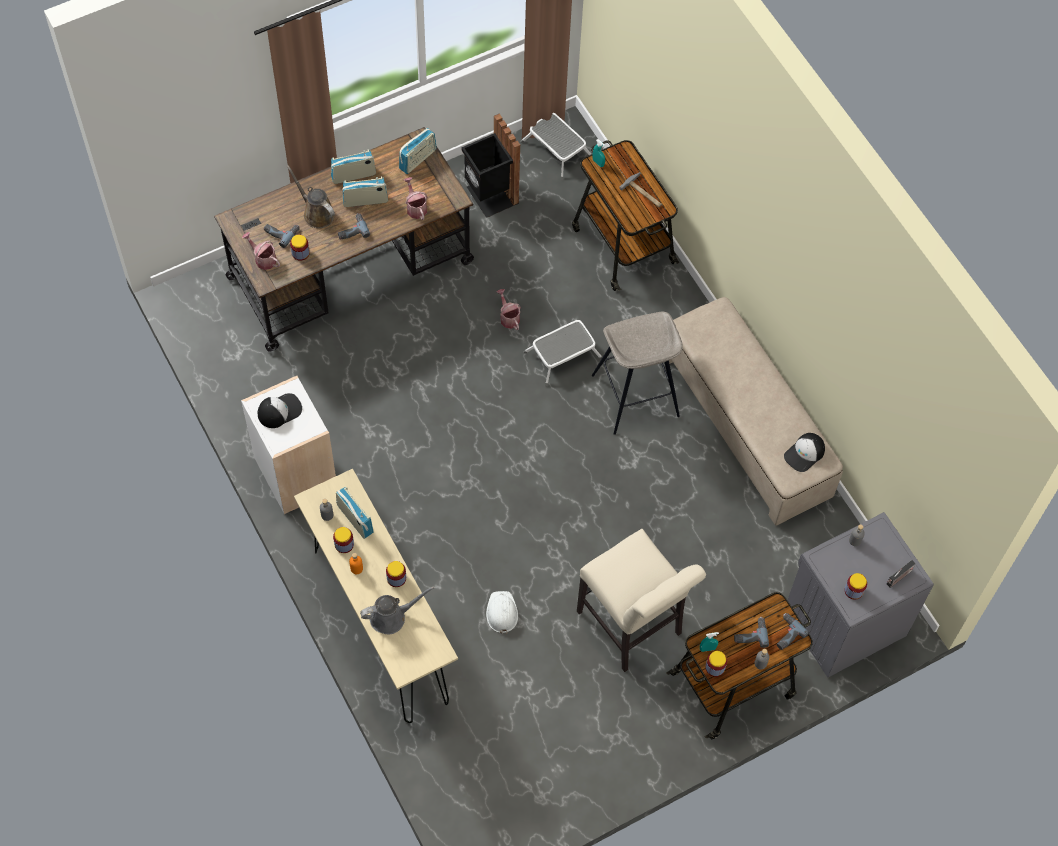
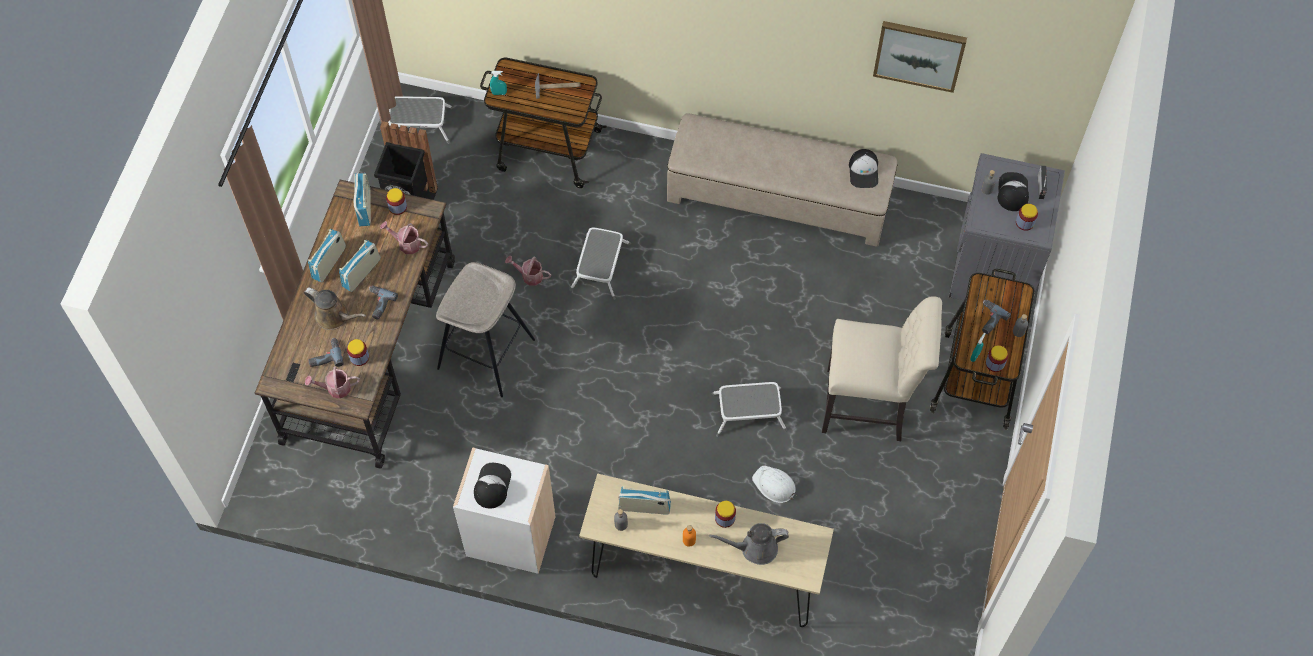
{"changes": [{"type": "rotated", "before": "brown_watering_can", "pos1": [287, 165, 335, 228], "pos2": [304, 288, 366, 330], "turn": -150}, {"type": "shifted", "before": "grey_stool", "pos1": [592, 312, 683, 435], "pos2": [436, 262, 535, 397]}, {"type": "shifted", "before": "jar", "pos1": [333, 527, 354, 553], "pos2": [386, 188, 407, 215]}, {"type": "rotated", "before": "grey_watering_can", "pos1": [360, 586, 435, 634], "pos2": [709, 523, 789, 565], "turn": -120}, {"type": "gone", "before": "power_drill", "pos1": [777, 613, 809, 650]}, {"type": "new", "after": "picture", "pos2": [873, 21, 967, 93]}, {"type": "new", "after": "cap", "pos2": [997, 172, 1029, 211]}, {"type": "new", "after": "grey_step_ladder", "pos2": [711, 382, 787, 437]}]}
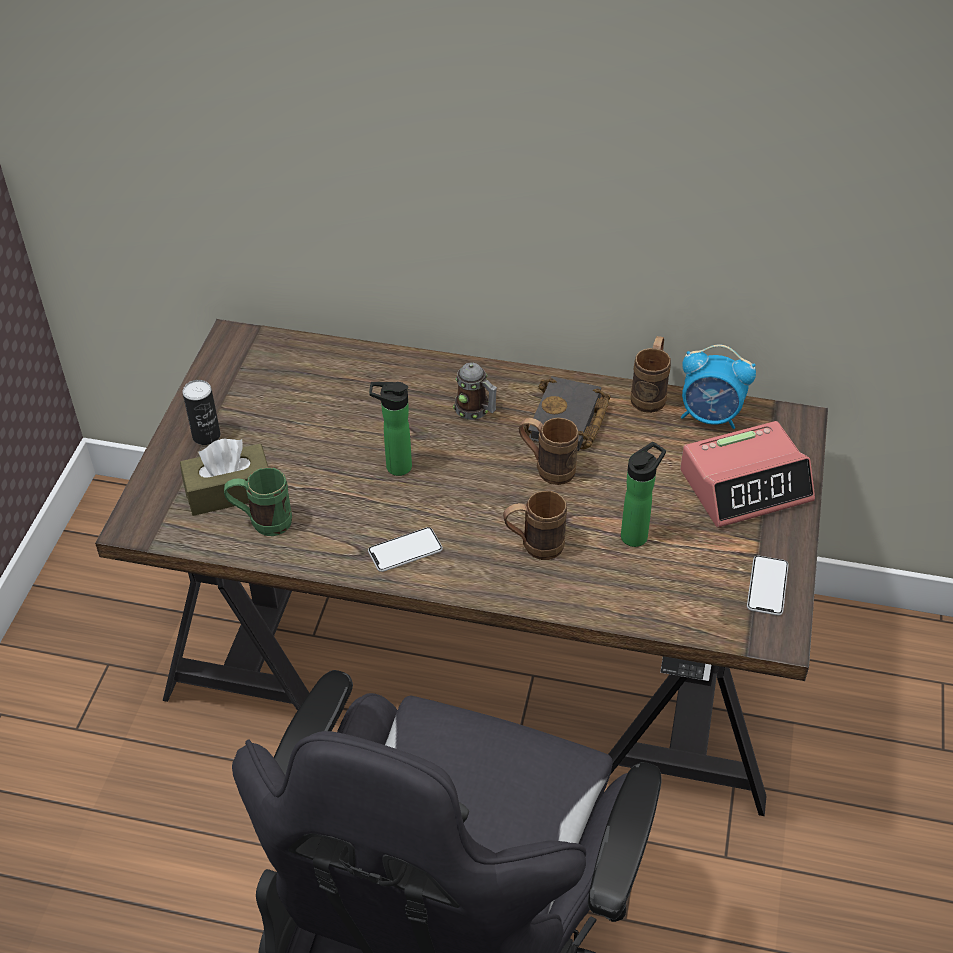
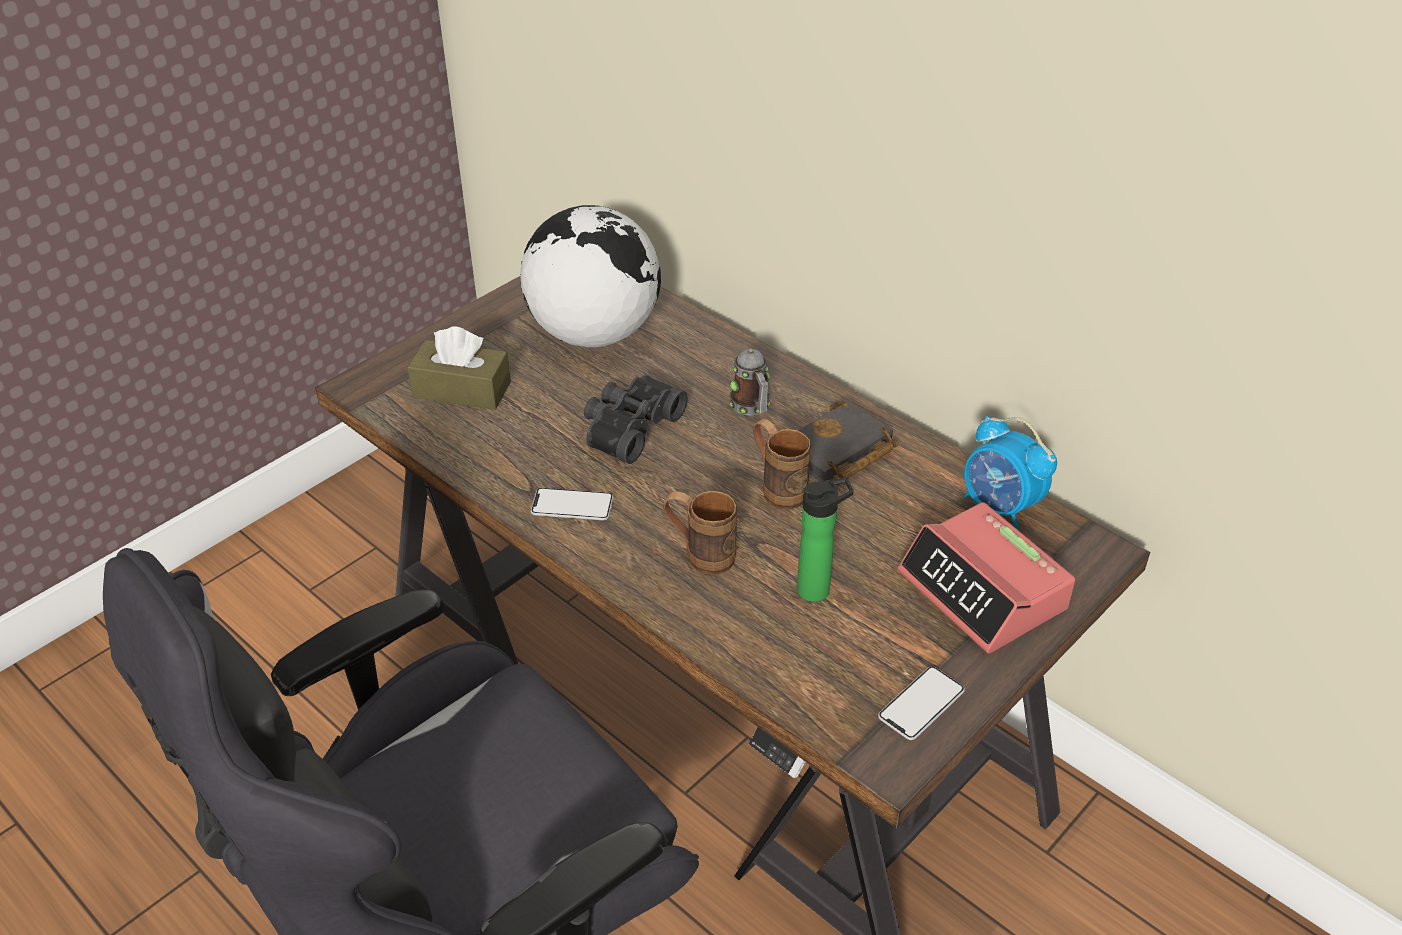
{"changes": [{"type": "gone", "before": "brown_mug", "pos1": [630, 336, 671, 413]}, {"type": "gone", "before": "can", "pos1": [182, 380, 220, 445]}, {"type": "swapped", "before": "bottle", "after": "black_binoculars", "pos1": [369, 382, 412, 476], "pos2": [584, 375, 688, 464]}, {"type": "rotated", "before": "alarm_clock", "pos1": [680, 421, 815, 528], "pos2": [898, 502, 1075, 653], "turn": 45}, {"type": "gone", "before": "green_mug", "pos1": [224, 468, 292, 536]}, {"type": "new", "after": "globe", "pos2": [520, 205, 661, 347]}]}
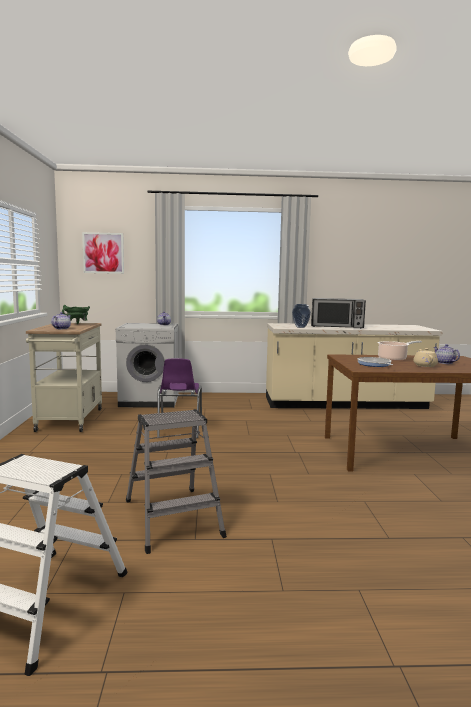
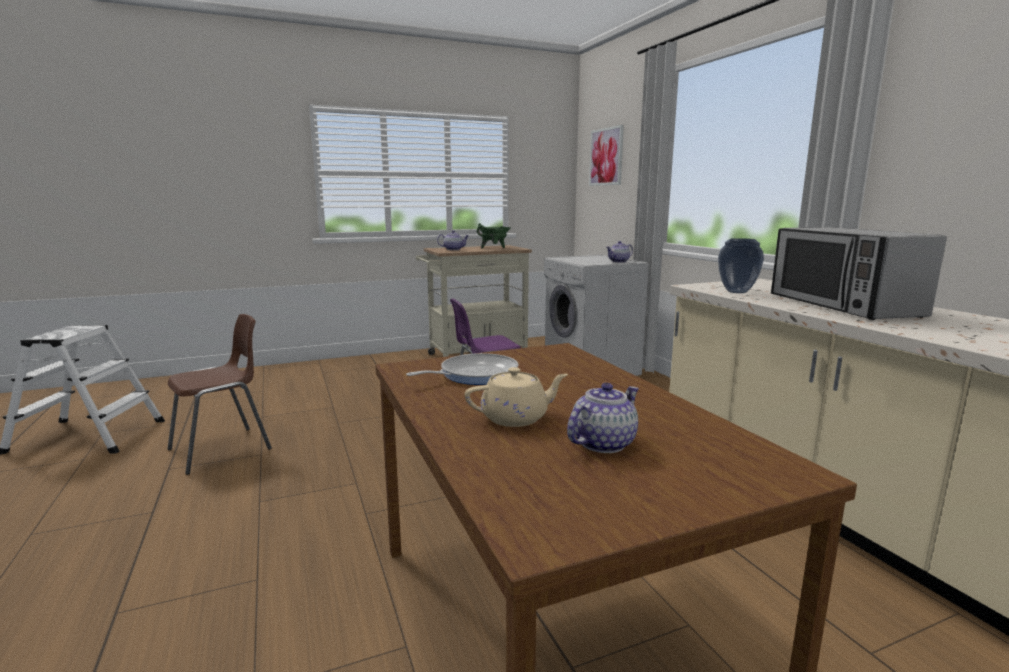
{"changes": [{"type": "gone", "before": "cooking_pot", "pos1": [378, 341, 422, 361]}, {"type": "swapped", "before": "grey_step_ladder", "after": "brown_chair", "pos1": [126, 409, 227, 554], "pos2": [168, 314, 272, 475]}]}
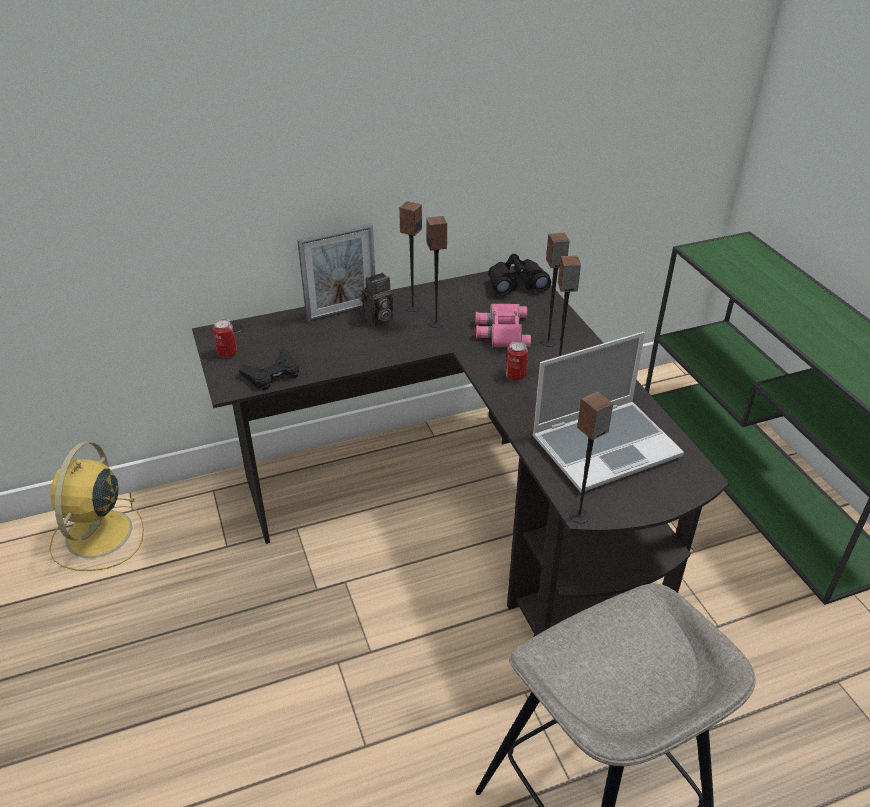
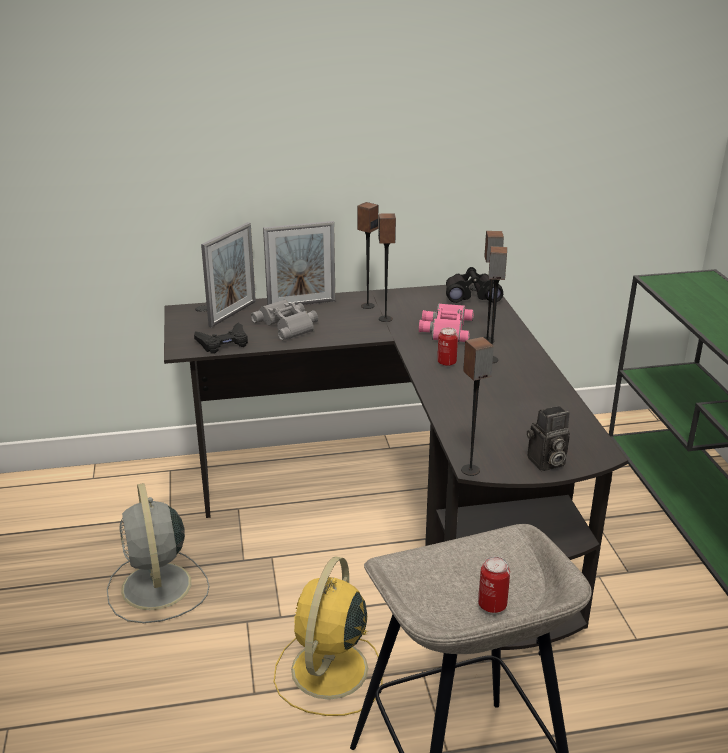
{"changes": [{"type": "shifted", "before": "photo_camera", "pos1": [359, 273, 393, 326], "pos2": [527, 406, 570, 471]}, {"type": "shifted", "before": "can", "pos1": [213, 319, 237, 357], "pos2": [478, 556, 510, 613]}, {"type": "gone", "before": "laptop", "pos1": [532, 332, 684, 493]}, {"type": "shifted", "before": "yellow_fan", "pos1": [49, 442, 144, 571], "pos2": [274, 556, 382, 716]}, {"type": "new", "after": "picture_frame", "pos2": [201, 222, 256, 328]}, {"type": "new", "after": "grey_binoculars", "pos2": [251, 299, 318, 340]}, {"type": "new", "after": "grey_fan", "pos2": [107, 483, 209, 623]}]}
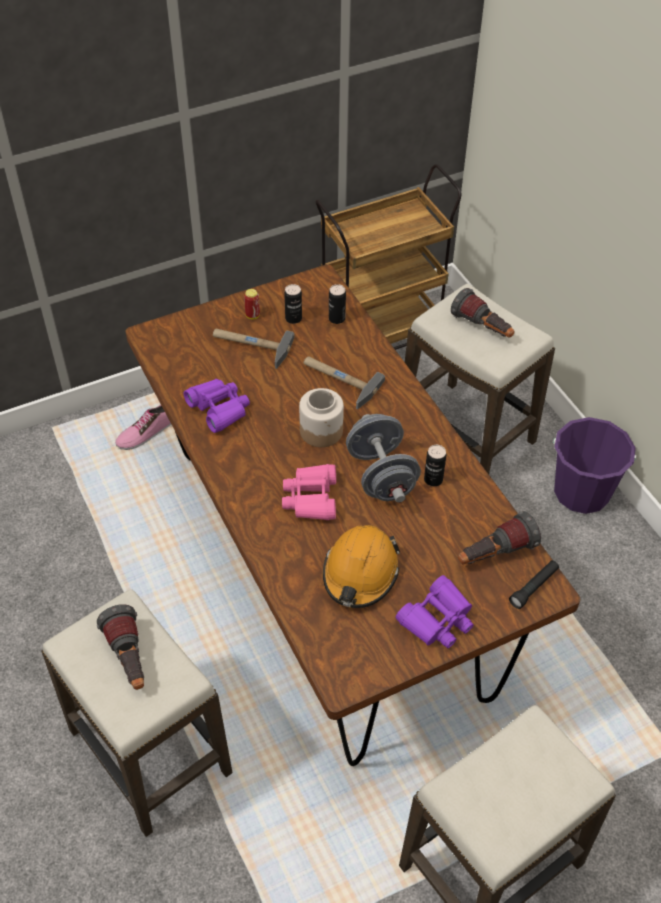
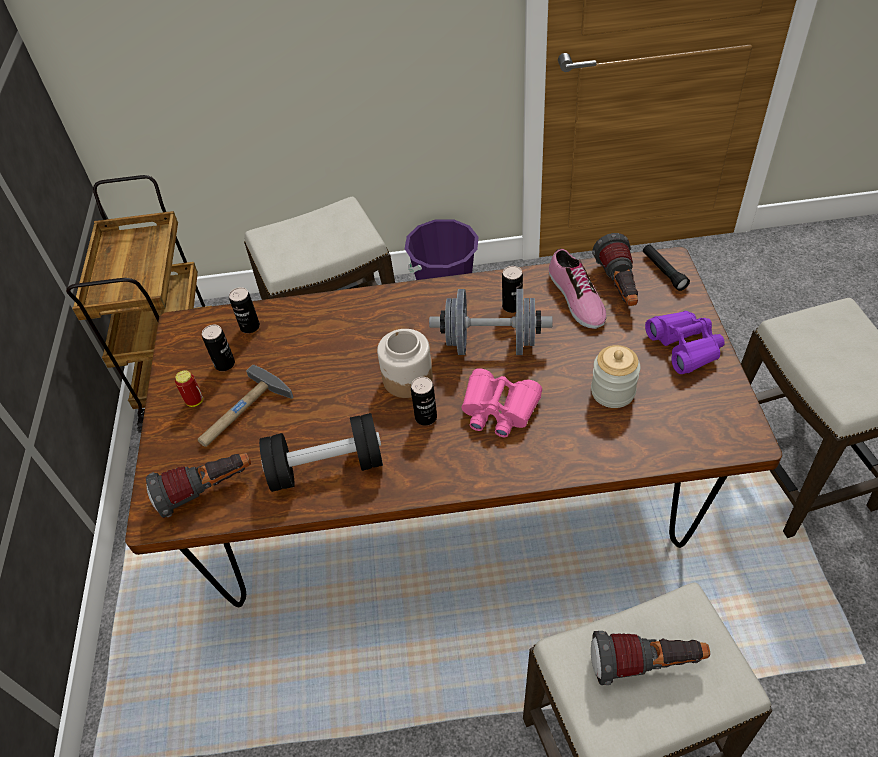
{"changes": [{"type": "shifted", "before": "flashlight", "pos1": [451, 288, 515, 338], "pos2": [146, 453, 251, 518]}, {"type": "gone", "before": "hammer", "pos1": [304, 356, 385, 409]}, {"type": "swapped", "before": "purple_binoculars", "after": "black_dumbbell", "pos1": [184, 379, 250, 433], "pos2": [259, 413, 383, 492]}, {"type": "shifted", "before": "shoe", "pos1": [115, 405, 171, 450], "pos2": [549, 249, 607, 329]}, {"type": "swapped", "before": "orange_hard_hat", "after": "jar", "pos1": [323, 525, 400, 608], "pos2": [591, 345, 640, 408]}, {"type": "new", "after": "can", "pos2": [411, 377, 437, 426]}]}
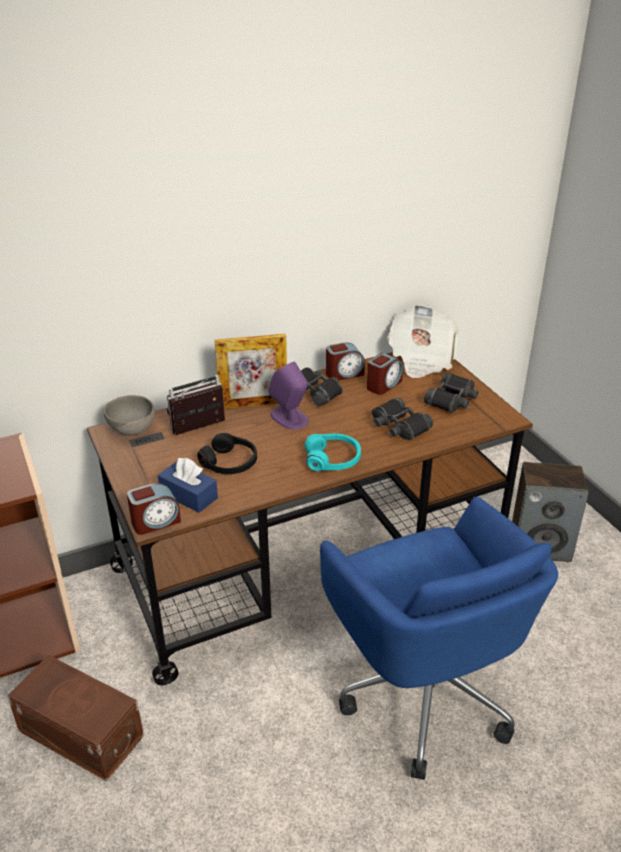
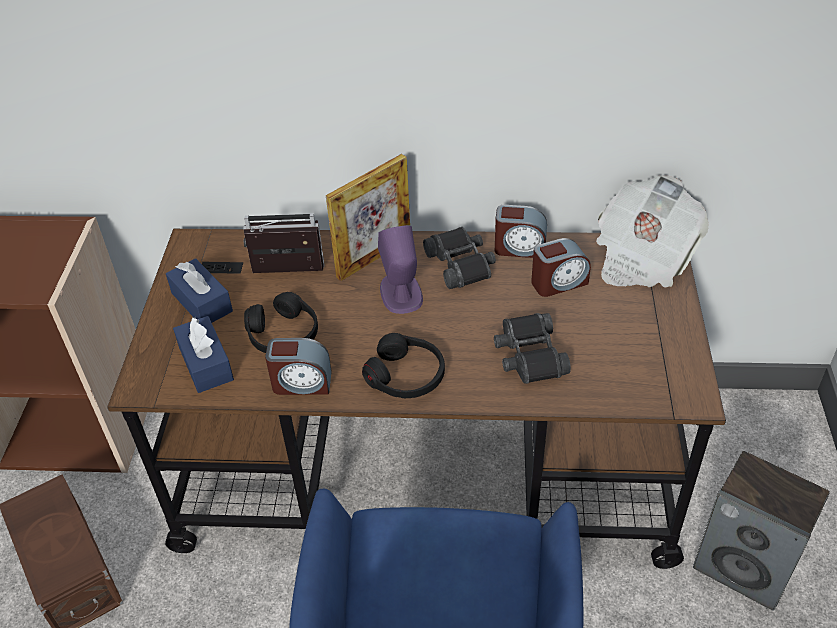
{"changes": [{"type": "rotated", "before": "picture_frame", "pos1": [215, 334, 287, 409], "pos2": [326, 154, 410, 281], "turn": -60}, {"type": "gone", "before": "black_binoculars", "pos1": [424, 373, 478, 413]}, {"type": "gone", "before": "grey_bowl", "pos1": [104, 395, 155, 436]}, {"type": "repainted", "before": "turquoise_headphones", "after": "black_headphones", "pos1": [305, 433, 361, 471], "pos2": [362, 333, 445, 398]}, {"type": "shifted", "before": "alarm_clock", "pos1": [127, 483, 181, 535], "pos2": [265, 338, 332, 395]}, {"type": "new", "after": "blue_tissue_box", "pos2": [166, 258, 233, 323]}]}
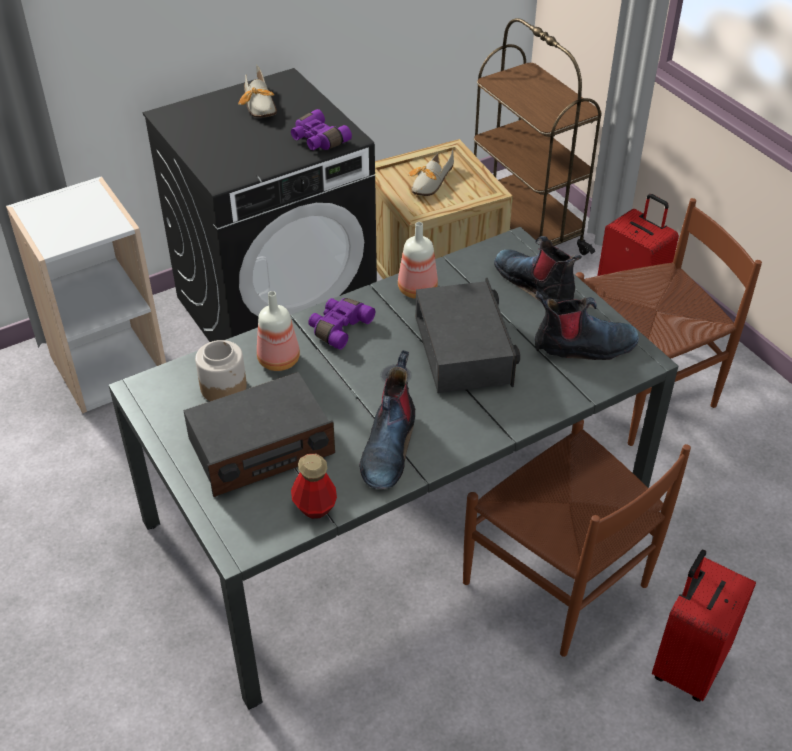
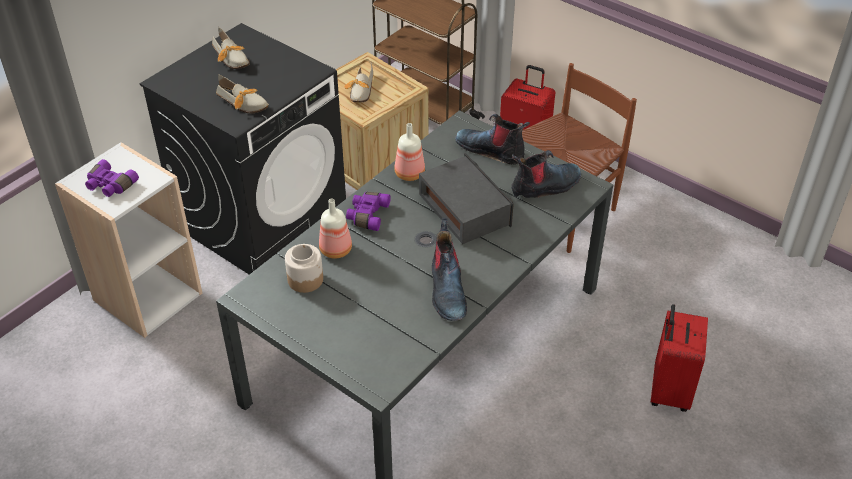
{"changes": [{"type": "shifted", "before": "purple_binoculars", "pos1": [291, 109, 352, 150], "pos2": [85, 159, 139, 197]}, {"type": "gone", "before": "radio", "pos1": [183, 372, 335, 497]}, {"type": "gone", "before": "brown_chair", "pos1": [463, 420, 691, 657]}, {"type": "gone", "before": "bottle", "pos1": [291, 454, 337, 519]}, {"type": "new", "after": "shoe", "pos2": [216, 75, 269, 113]}]}
